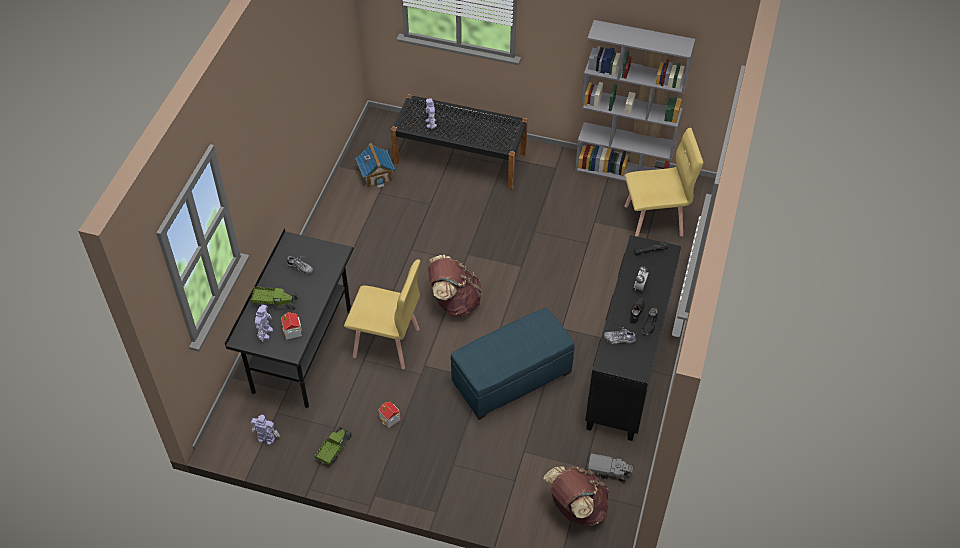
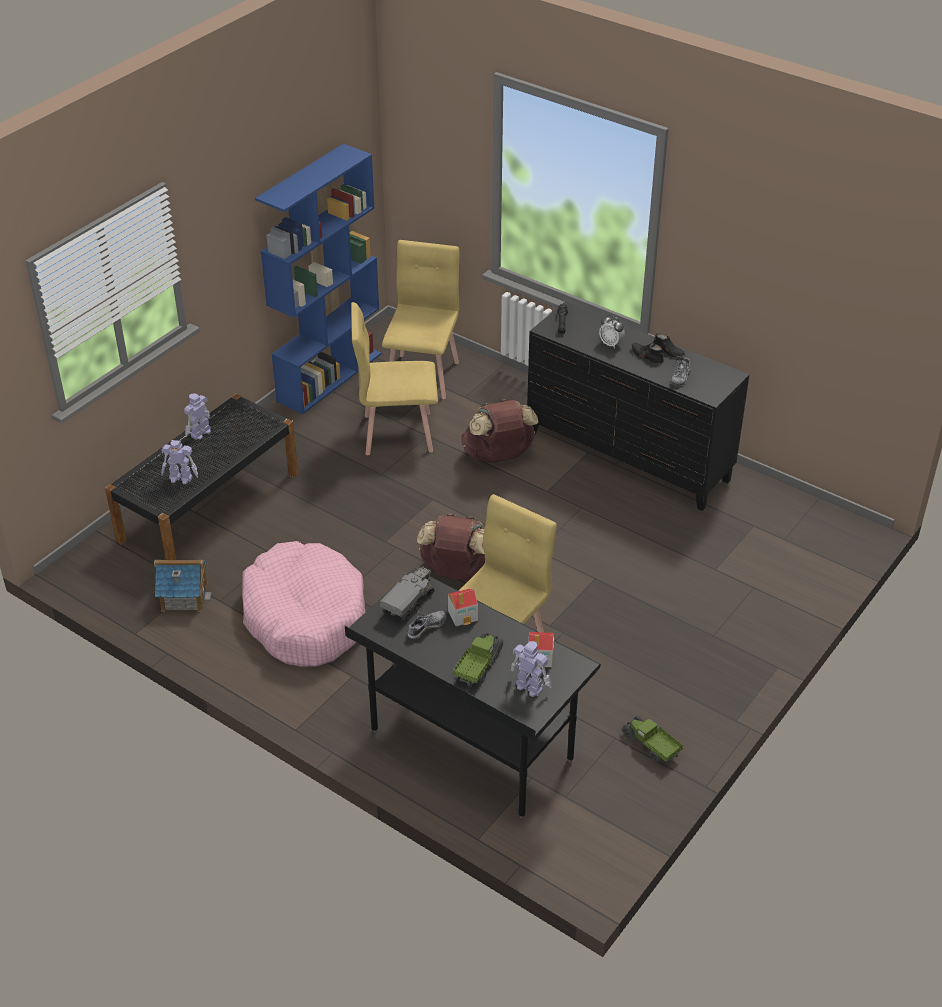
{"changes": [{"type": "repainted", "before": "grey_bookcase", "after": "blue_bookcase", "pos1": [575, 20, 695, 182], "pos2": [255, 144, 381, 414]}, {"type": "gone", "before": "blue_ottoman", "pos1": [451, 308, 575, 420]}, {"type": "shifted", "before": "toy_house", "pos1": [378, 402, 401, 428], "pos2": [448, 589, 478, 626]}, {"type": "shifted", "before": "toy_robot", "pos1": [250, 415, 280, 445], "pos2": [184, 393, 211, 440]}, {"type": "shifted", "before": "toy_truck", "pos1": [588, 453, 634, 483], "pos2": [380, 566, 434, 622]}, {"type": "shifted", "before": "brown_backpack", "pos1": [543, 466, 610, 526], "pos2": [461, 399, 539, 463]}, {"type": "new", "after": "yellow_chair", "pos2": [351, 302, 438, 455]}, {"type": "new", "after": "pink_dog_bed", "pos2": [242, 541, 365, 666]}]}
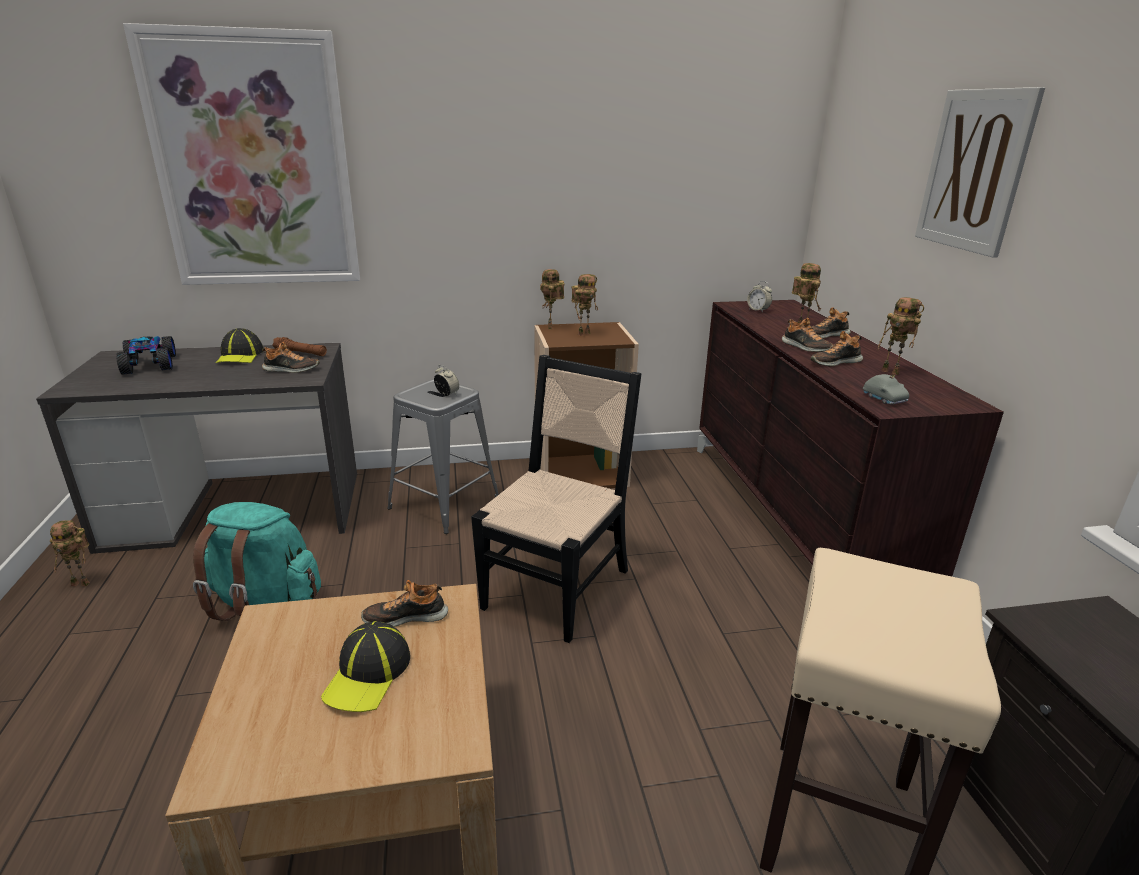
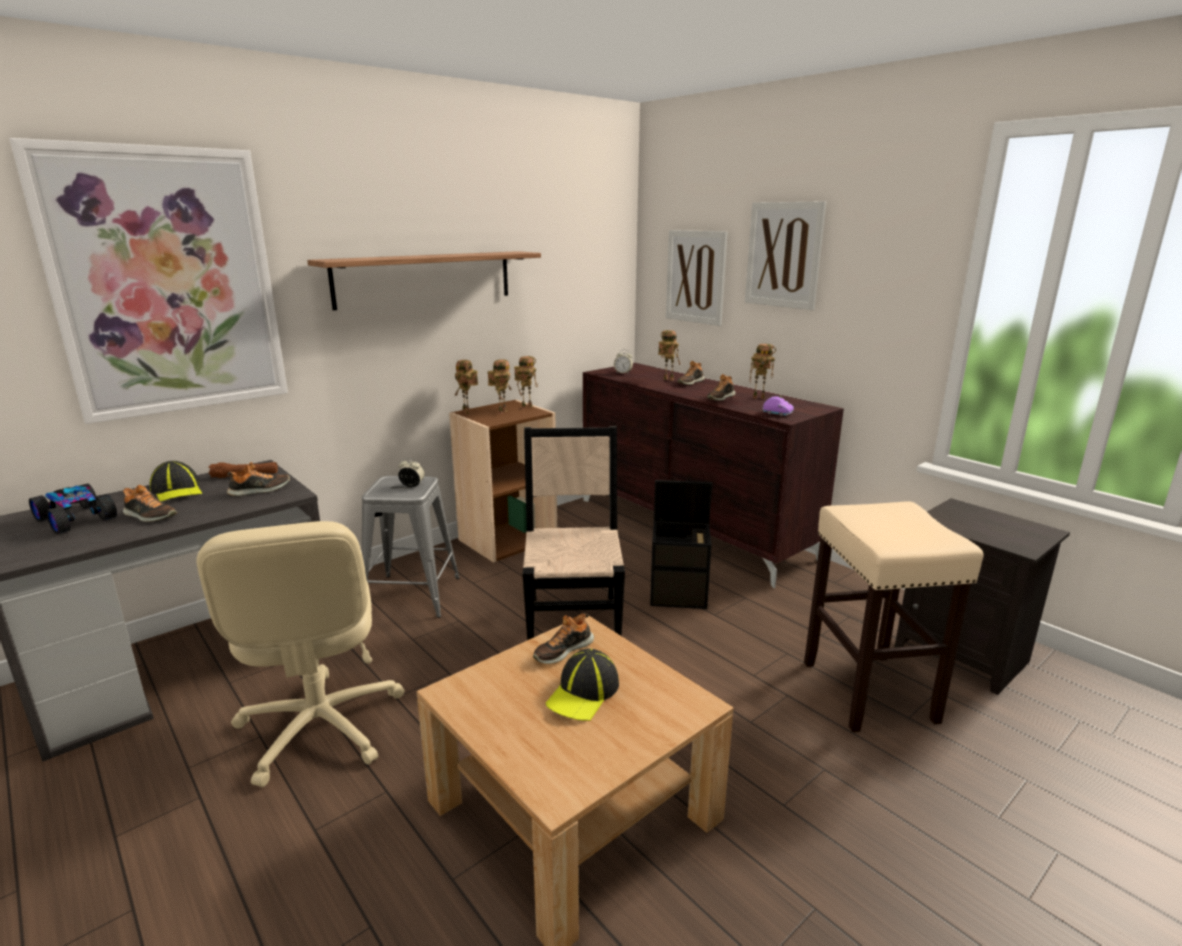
{"changes": [{"type": "shifted", "before": "shoe", "pos1": [782, 318, 834, 352], "pos2": [123, 485, 177, 522]}, {"type": "repainted", "before": "grey_toy_car", "after": "purple_toy_car", "pos1": [863, 373, 909, 404], "pos2": [762, 395, 794, 416]}, {"type": "swapped", "before": "turquoise_backpack", "after": "beige_office_chair", "pos1": [193, 502, 321, 621], "pos2": [196, 521, 404, 787]}, {"type": "shifted", "before": "toy_robot", "pos1": [50, 520, 90, 586], "pos2": [514, 356, 538, 409]}, {"type": "rotated", "before": "cap", "pos1": [321, 621, 410, 712], "pos2": [545, 649, 619, 721], "turn": 45}, {"type": "new", "after": "picture", "pos2": [666, 230, 728, 326]}, {"type": "new", "after": "shelf", "pos2": [307, 251, 541, 310]}, {"type": "new", "after": "black_storage_box", "pos2": [650, 480, 712, 609]}]}
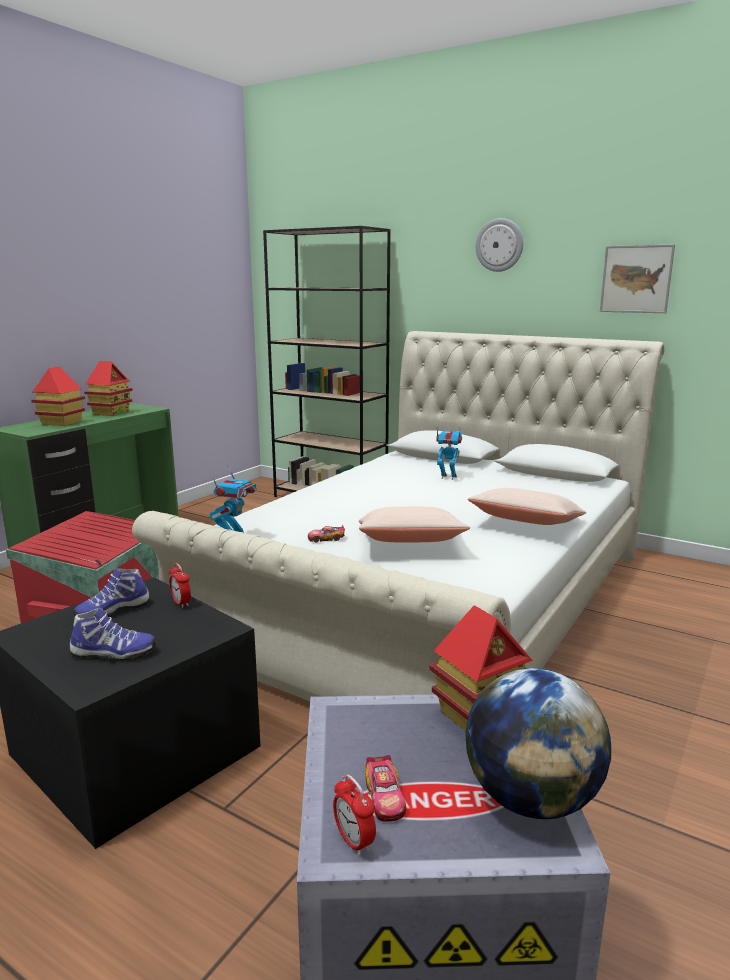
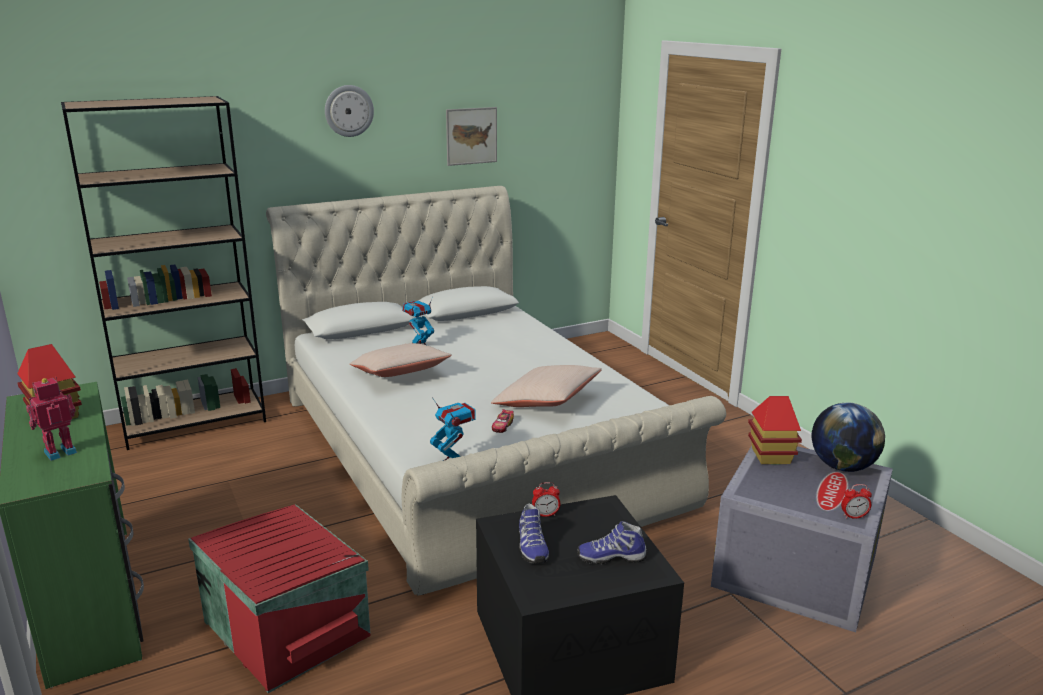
{"changes": [{"type": "swapped", "before": "toy_house", "after": "toy_robot", "pos1": [31, 367, 85, 426], "pos2": [26, 377, 77, 461]}, {"type": "shifted", "before": "beige_pillow", "pos1": [468, 488, 586, 525], "pos2": [350, 343, 452, 377]}, {"type": "rotated", "before": "shoe", "pos1": [69, 607, 157, 661], "pos2": [577, 521, 647, 564], "turn": -120}, {"type": "gone", "before": "toy_car", "pos1": [365, 755, 406, 822]}]}
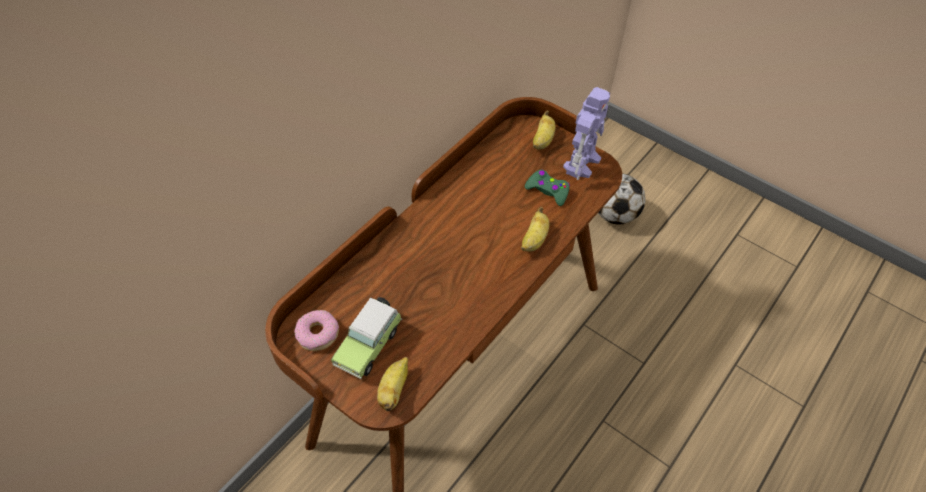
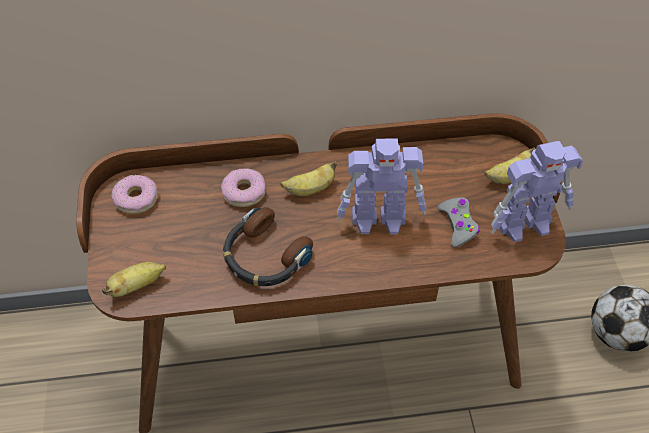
{"changes": [{"type": "repainted", "before": "green_game_controller", "after": "grey_game_controller", "pos1": [525, 169, 570, 206], "pos2": [438, 197, 479, 248]}, {"type": "shifted", "before": "banana", "pos1": [521, 207, 549, 252], "pos2": [280, 161, 337, 196]}, {"type": "gone", "before": "toy_car", "pos1": [331, 297, 402, 379]}, {"type": "new", "after": "toy_robot", "pos2": [337, 139, 426, 234]}, {"type": "new", "after": "donut", "pos2": [221, 168, 266, 207]}, {"type": "new", "after": "headphones", "pos2": [223, 207, 313, 287]}]}
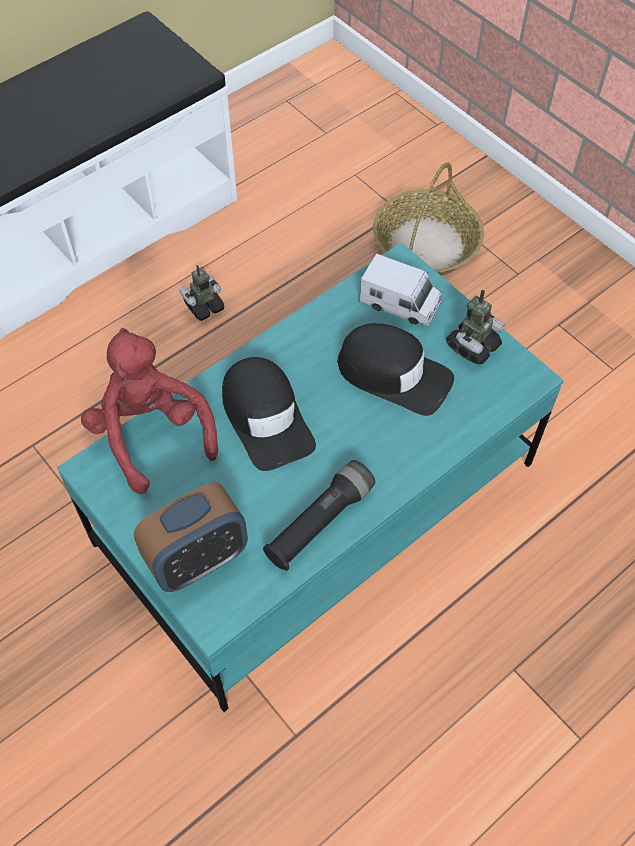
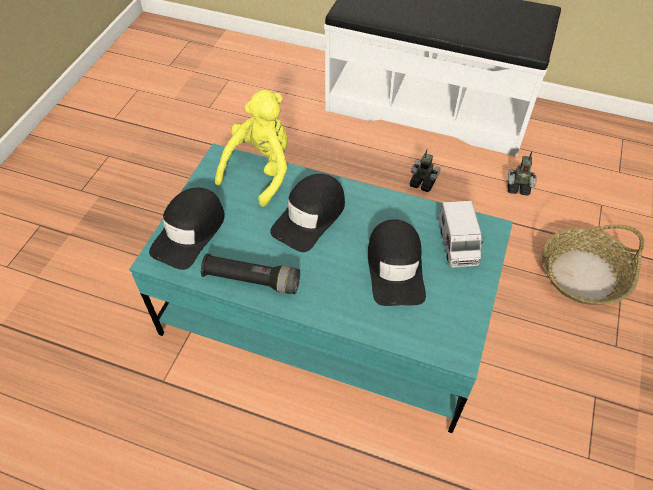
{"changes": [{"type": "shifted", "before": "toy_robot", "pos1": [446, 289, 505, 364], "pos2": [508, 151, 536, 196]}, {"type": "repainted", "before": "red_plush_toy", "after": "yellow_plush_toy", "pos1": [81, 328, 218, 494], "pos2": [215, 90, 288, 207]}, {"type": "swapped", "before": "alarm_clock", "after": "black_cap", "pos1": [134, 482, 248, 592], "pos2": [149, 188, 225, 270]}]}
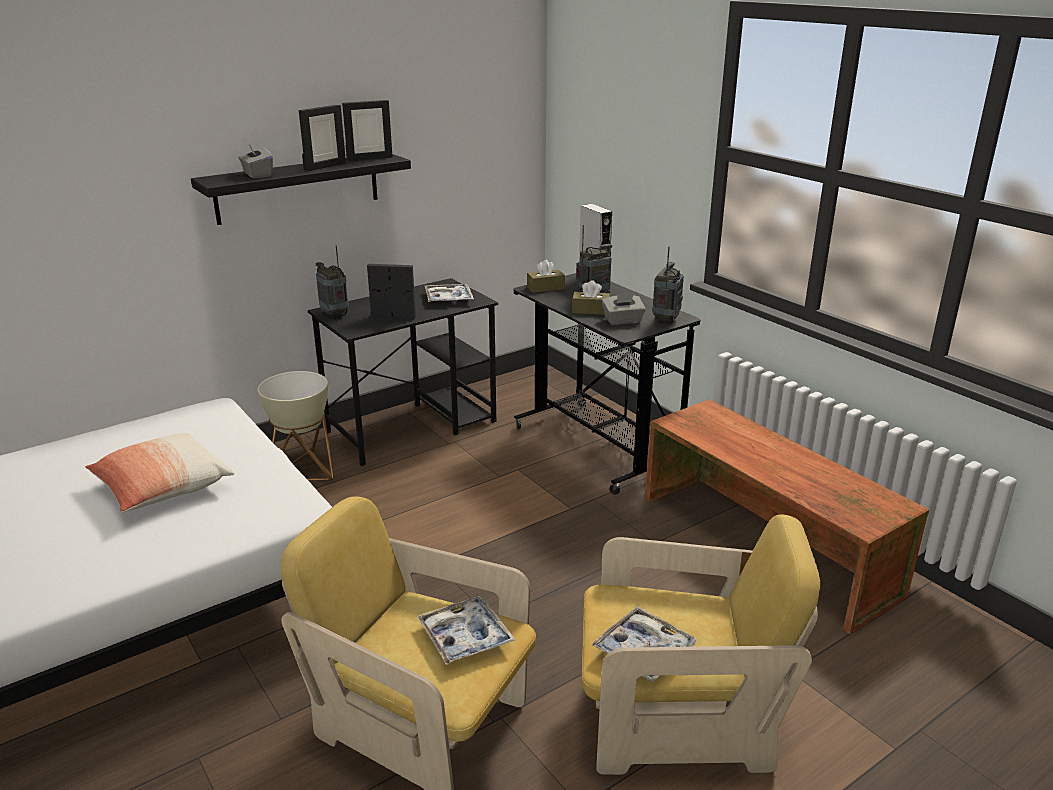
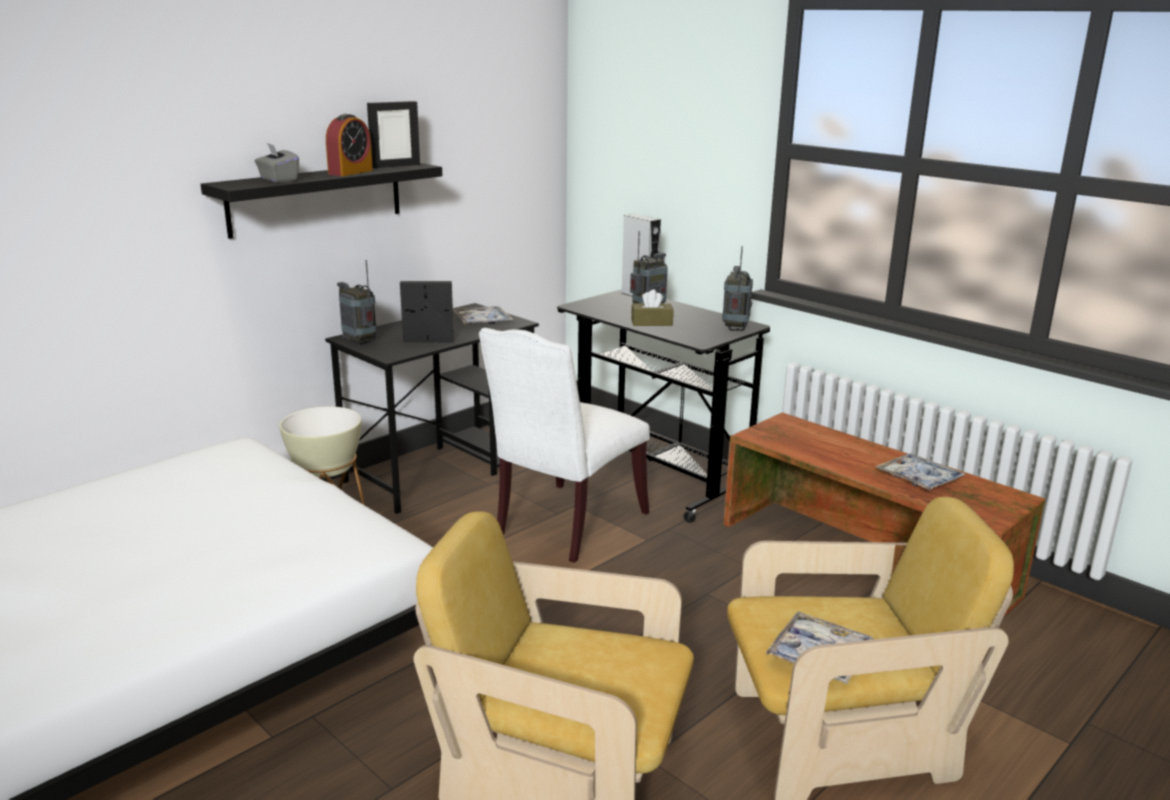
{"changes": [{"type": "swapped", "before": "picture_frame", "after": "alarm_clock", "pos1": [299, 105, 346, 171], "pos2": [326, 114, 373, 176]}, {"type": "gone", "before": "brown_tissue_box", "pos1": [527, 260, 565, 293]}, {"type": "gone", "before": "grey_tissue_box", "pos1": [602, 293, 646, 325]}, {"type": "gone", "before": "pillow", "pos1": [85, 433, 234, 513]}, {"type": "shifted", "before": "tray", "pos1": [417, 596, 515, 665], "pos2": [874, 453, 966, 490]}, {"type": "new", "after": "white_chair", "pos2": [479, 328, 650, 563]}]}
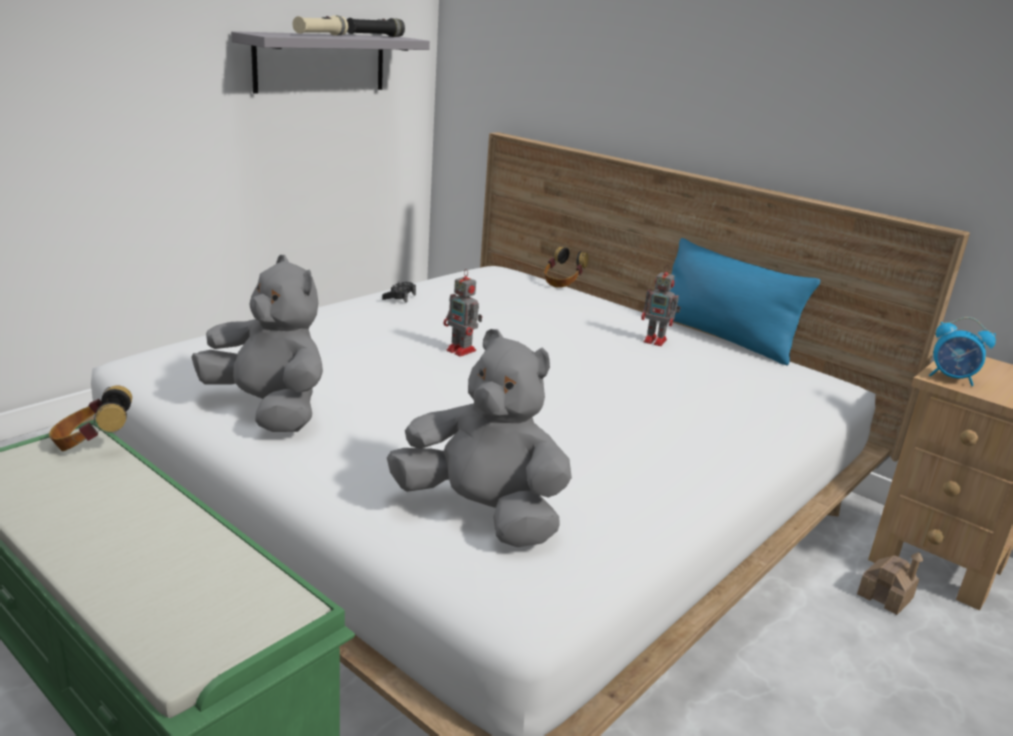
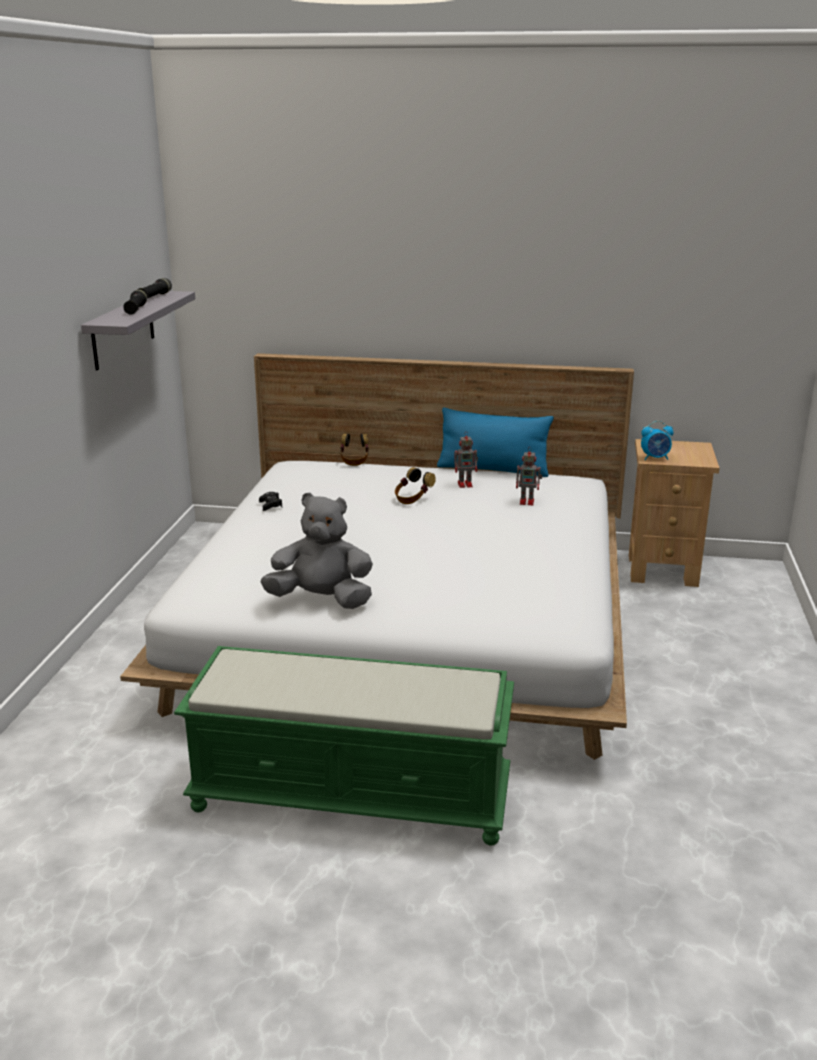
{"changes": [{"type": "repainted", "before": "beige_flashlight", "after": "black_flashlight", "pos1": [293, 16, 348, 35], "pos2": [123, 290, 147, 315]}, {"type": "shifted", "before": "toy_robot", "pos1": [444, 269, 482, 357], "pos2": [516, 447, 542, 505]}, {"type": "gone", "before": "grey_plush_toy", "pos1": [387, 329, 572, 547]}, {"type": "shifted", "before": "headphones", "pos1": [49, 385, 132, 451], "pos2": [395, 467, 436, 504]}, {"type": "gone", "before": "toy_house", "pos1": [857, 552, 923, 615]}]}
